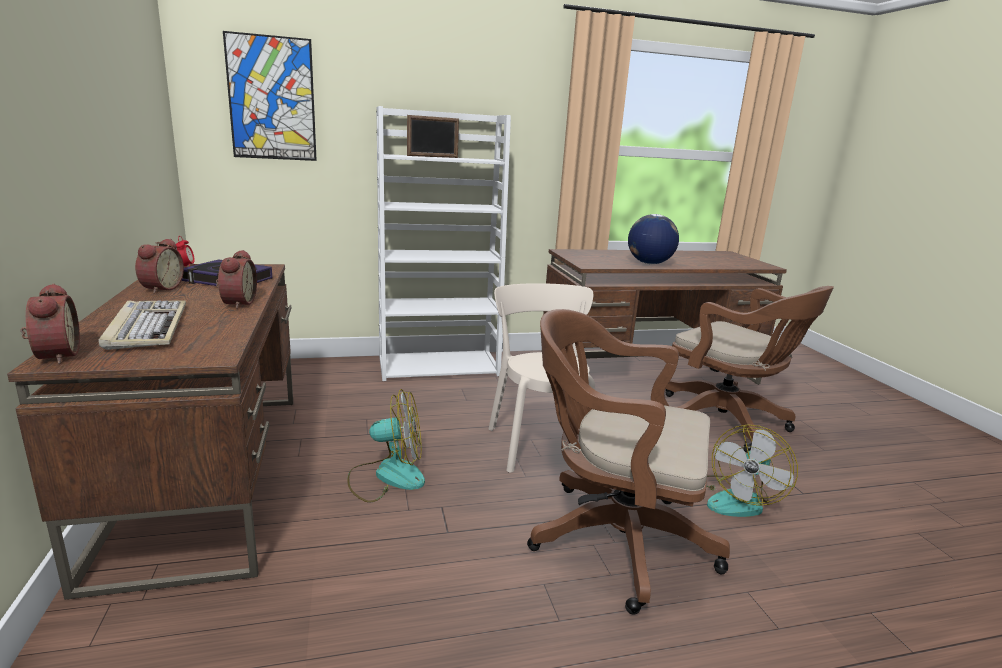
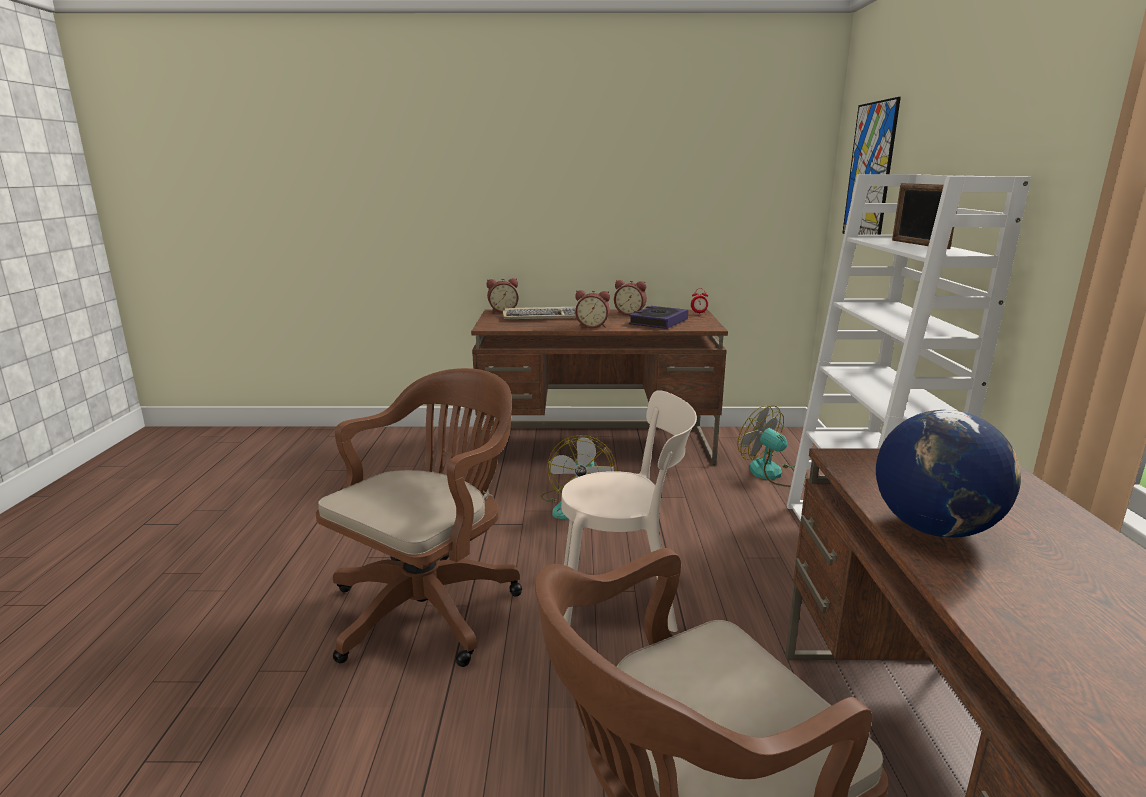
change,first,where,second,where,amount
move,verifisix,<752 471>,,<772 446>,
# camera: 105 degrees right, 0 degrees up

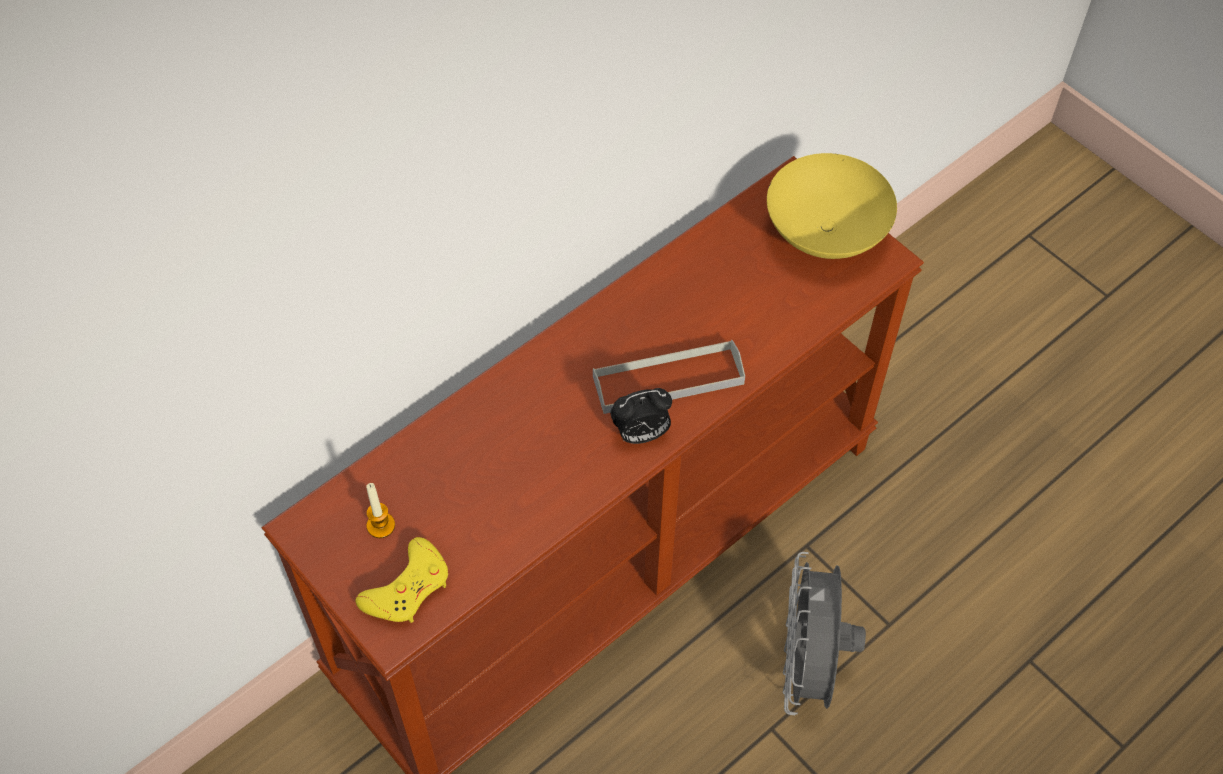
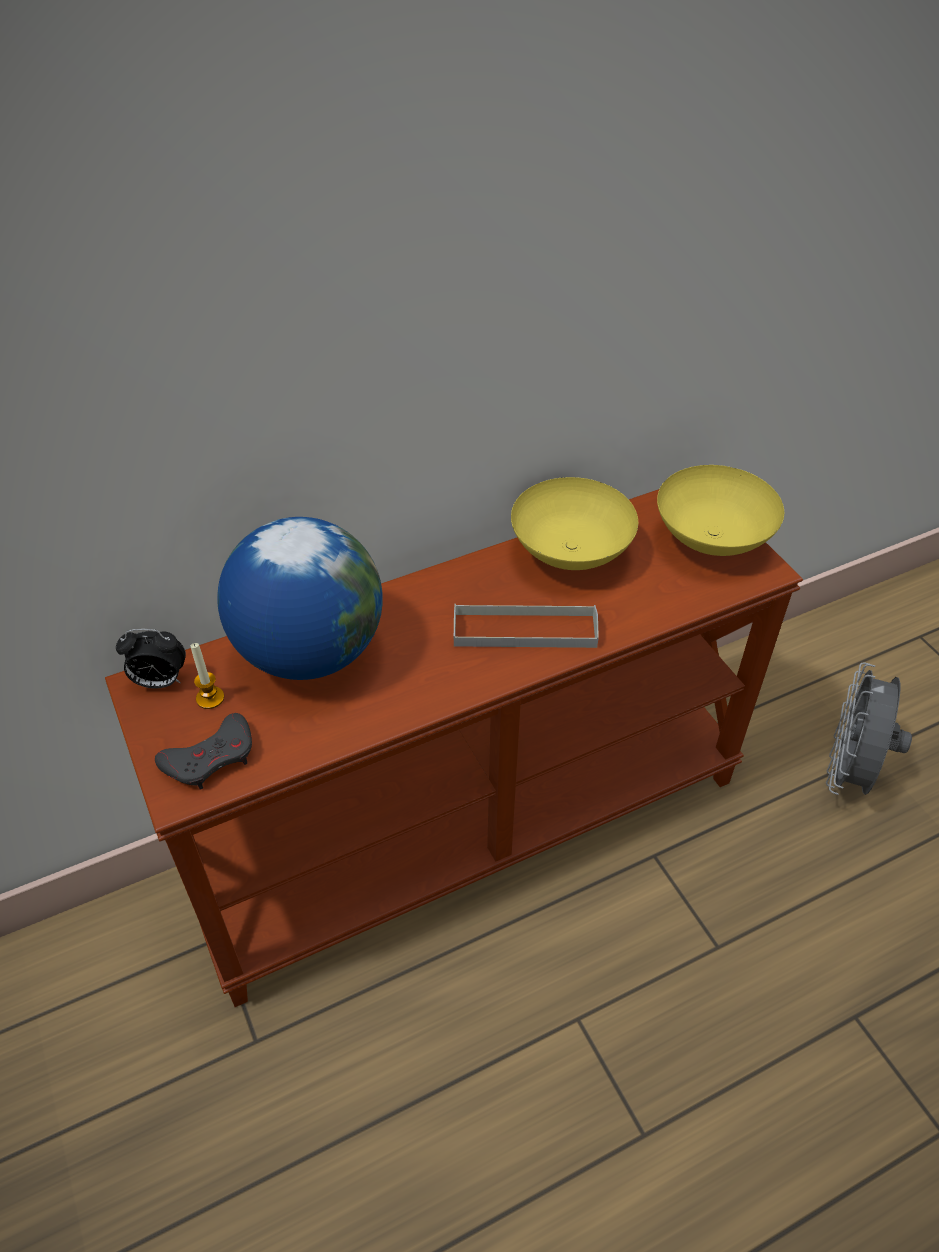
change,first,where,second,where,amount
recolor,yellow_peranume,<401 580>,grey_peranume,<203 751>,
move,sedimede,<641 416>,,<151 659>,
move,grey_verifisix,<824 633>,,<869 728>,
insert,,,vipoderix,<300 598>,
insert,,,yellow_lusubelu,<574 523>,
# camera: 15 degrees right, 10 degrees down

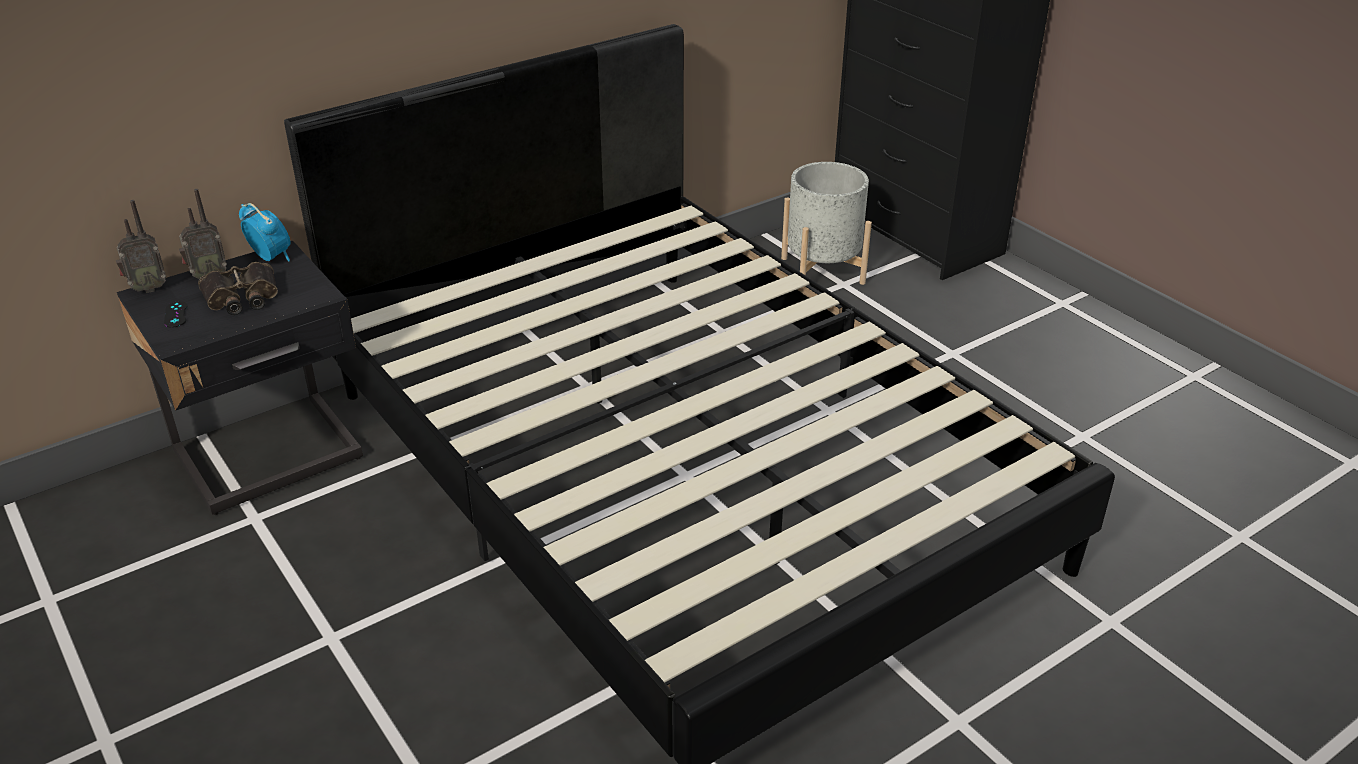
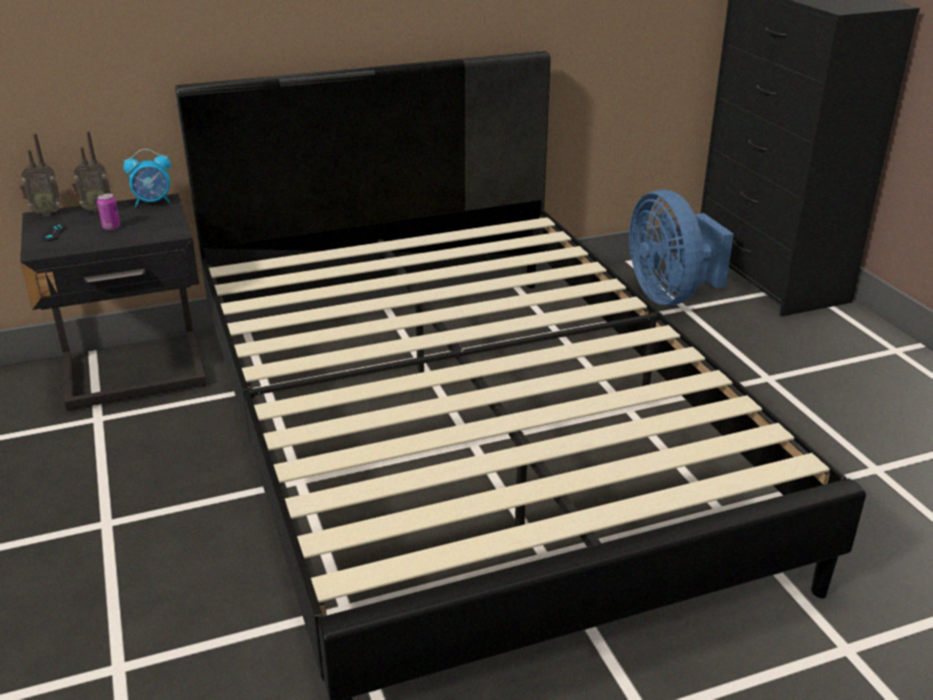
change,first,where,second,where,amount
replace,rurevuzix,<238 288>,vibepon,<108 212>,
rotate,sedimede,<264 232>,,<147 178>,105 degrees clockwise
replace,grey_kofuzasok,<826 223>,blue_verifisix,<681 247>,
# camera: 15 degrees right, 5 degrees down

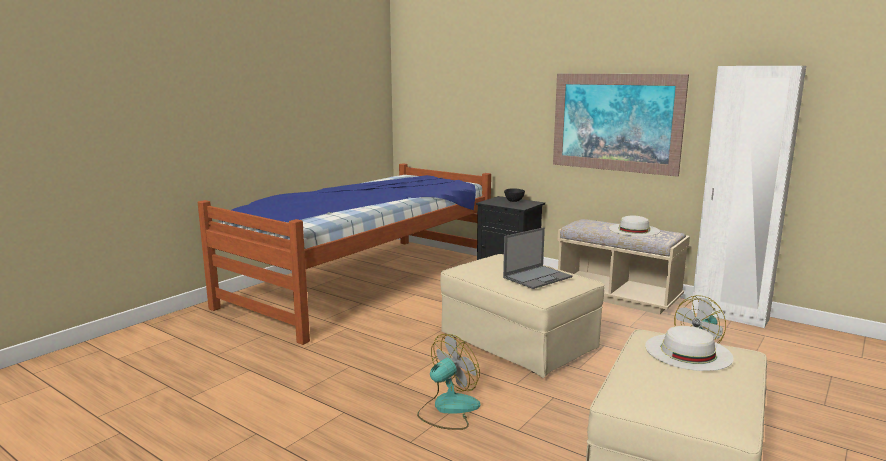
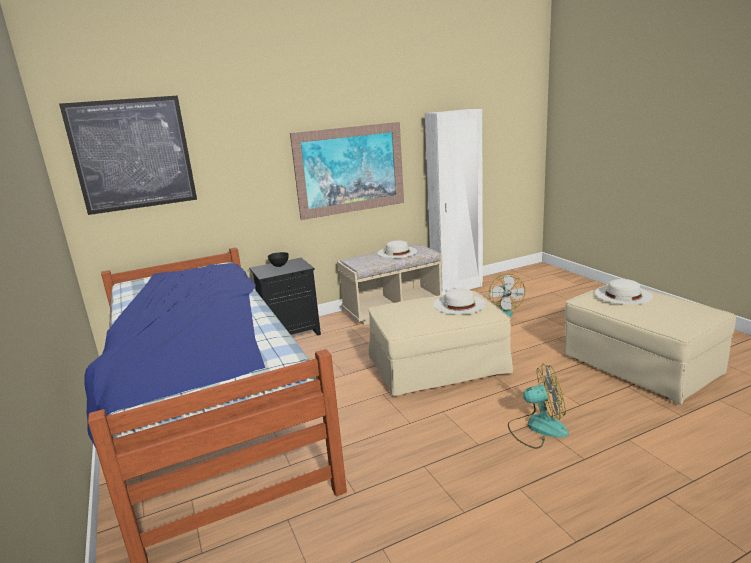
change,first,where,second,where,amount
rotate,verifisix,<448 382>,,<538 406>,105 degrees clockwise
replace,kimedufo,<537 258>,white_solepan,<459 301>,
insert,,,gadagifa,<128 155>,
# camera: 60 degrees left, 5 degrees up

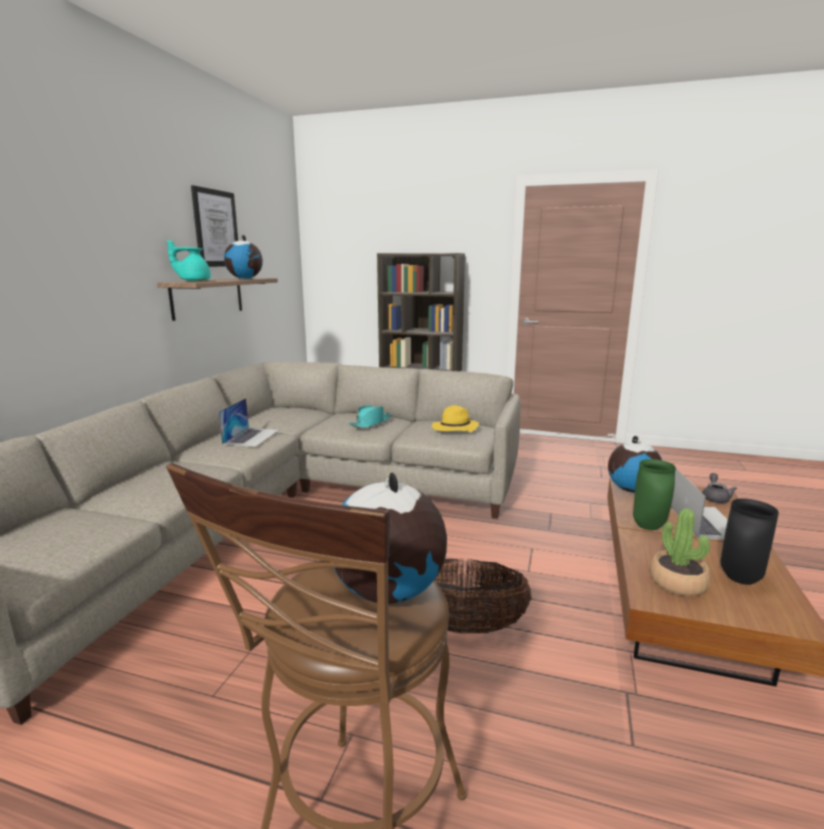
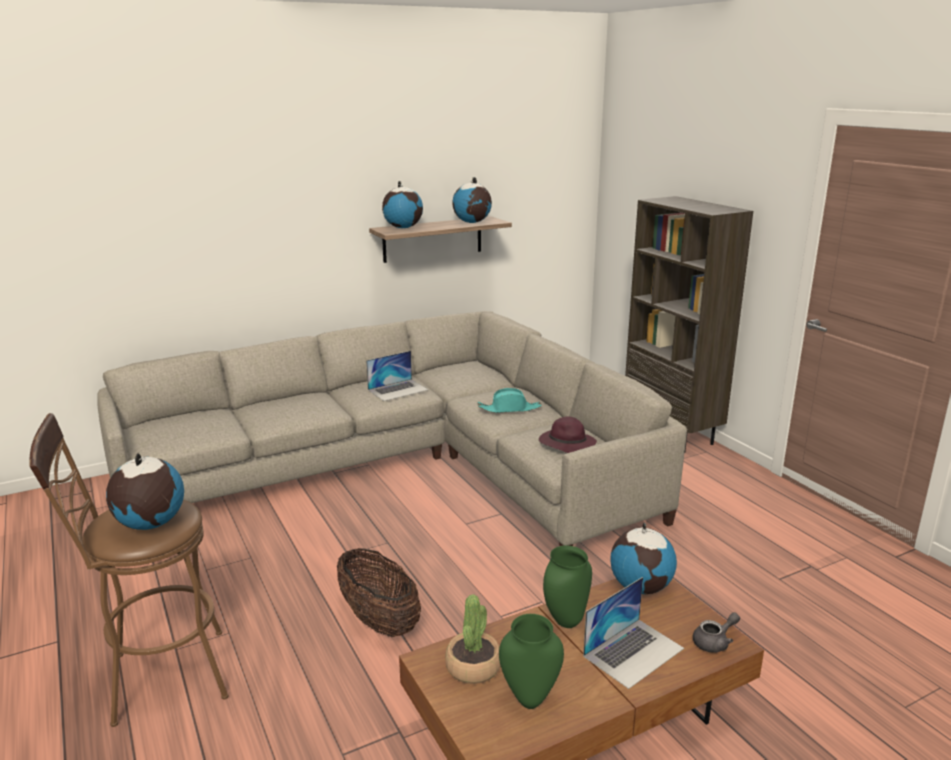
change,first,where,second,where,amount
replace,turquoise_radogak,<189 260>,vipoderix,<402 204>,
delete,gadagifa,<214 226>,,,
recolor,yellow_solepan,<455 418>,purple_solepan,<568 435>,
recolor,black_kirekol,<750 541>,green_kirekol,<531 661>,
# camera: 45 degrees right, 5 degrees up

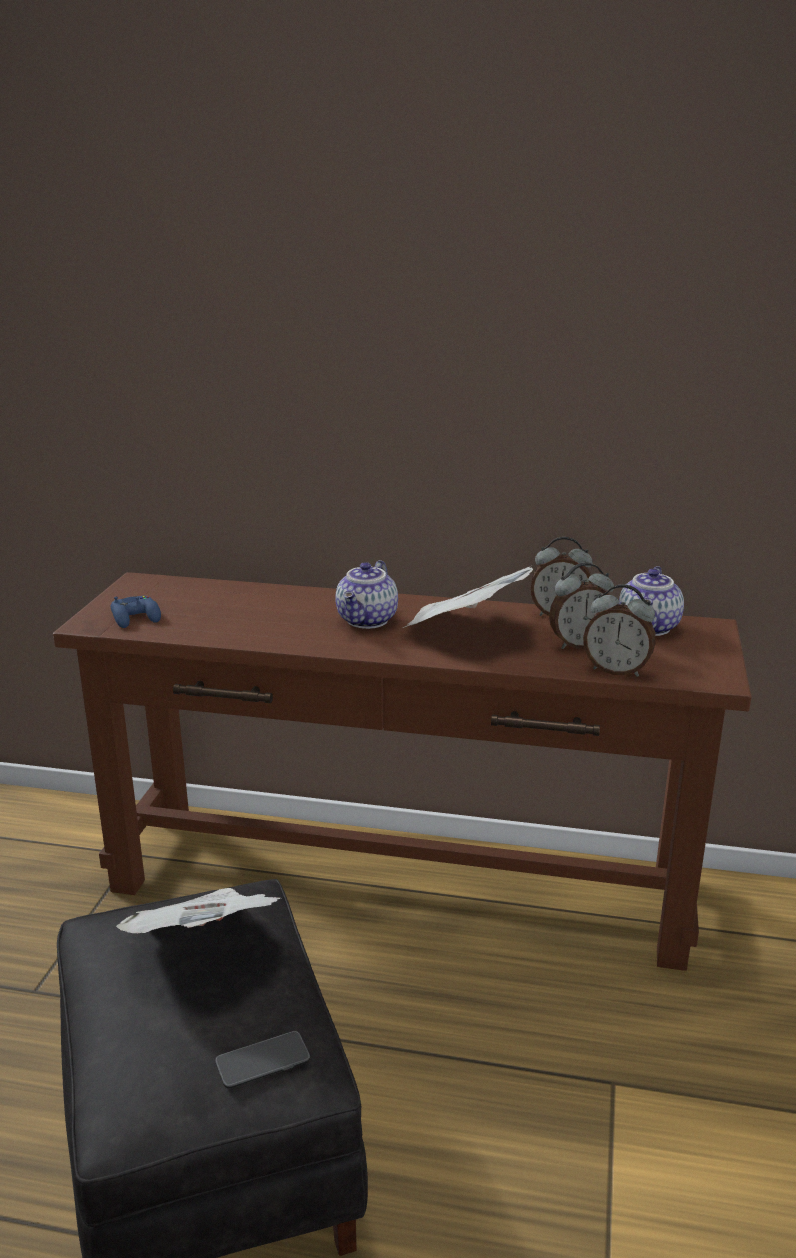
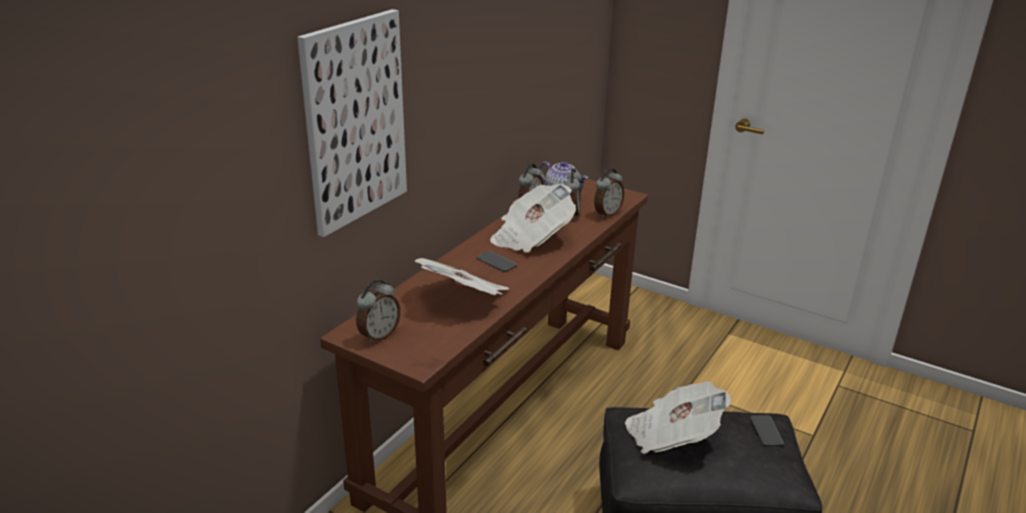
change,first,where,second,where,amount
delete,blue_peranume,<136 612>,,,
replace,radogak,<366 594>,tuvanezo,<497 261>,
insert,,,gadagifa,<352 123>,
insert,,,sedimede,<378 311>,
insert,,,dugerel,<462 276>,
# camera: 70 degrees left, 5 degrees up

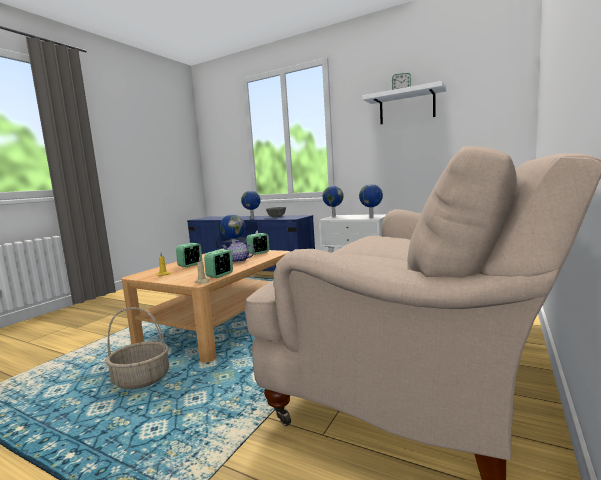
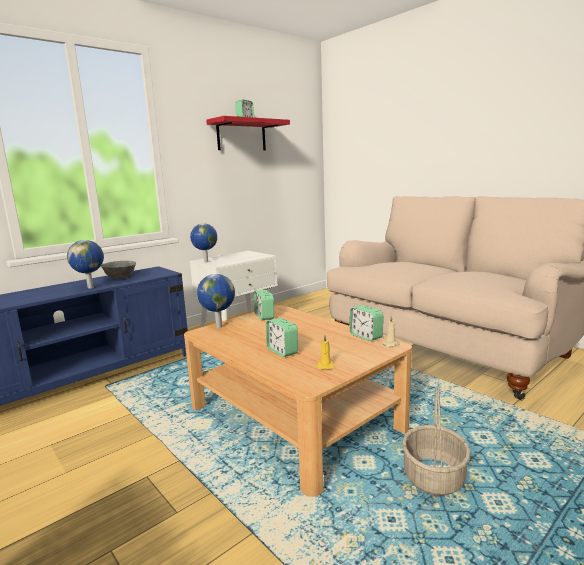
change,first,where,second,where,amount
delete,radogak,<238 251>,,,
delete,vipoderix,<371 201>,,,
recolor,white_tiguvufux,<404 102>,red_tiguvufux,<248 133>,
# camera: 70 degrees left, 5 degrees up

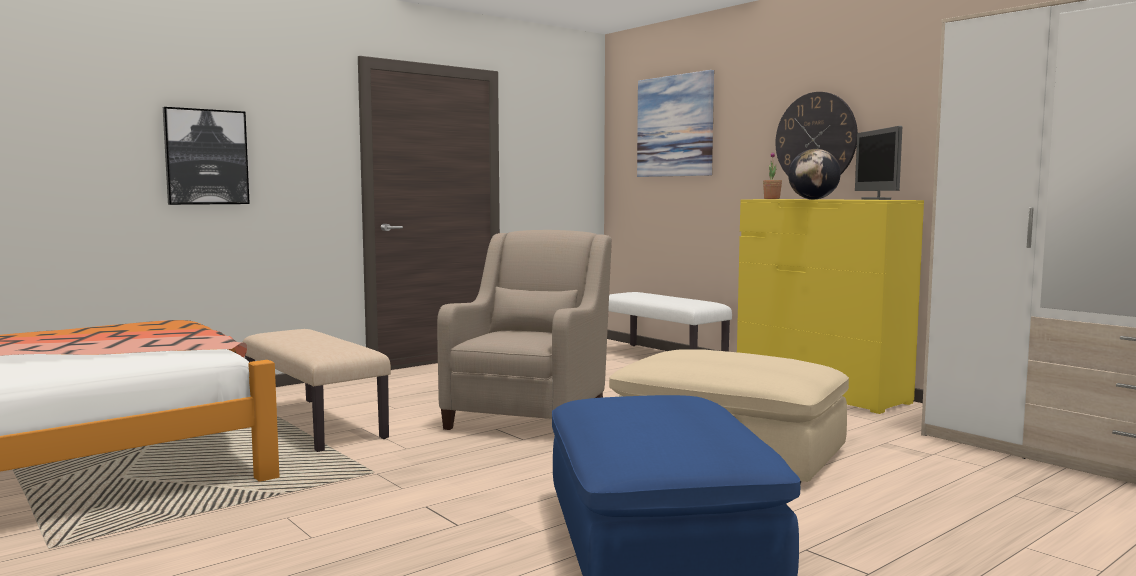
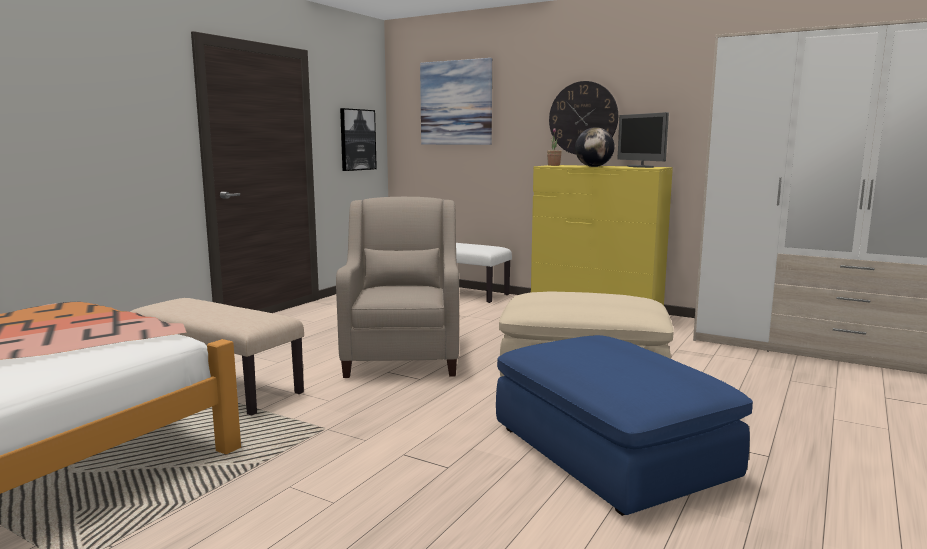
change,first,where,second,where,amount
move,gadagifa,<206 156>,,<358 139>,
# camera: 20 degrees left, 5 degrees up

